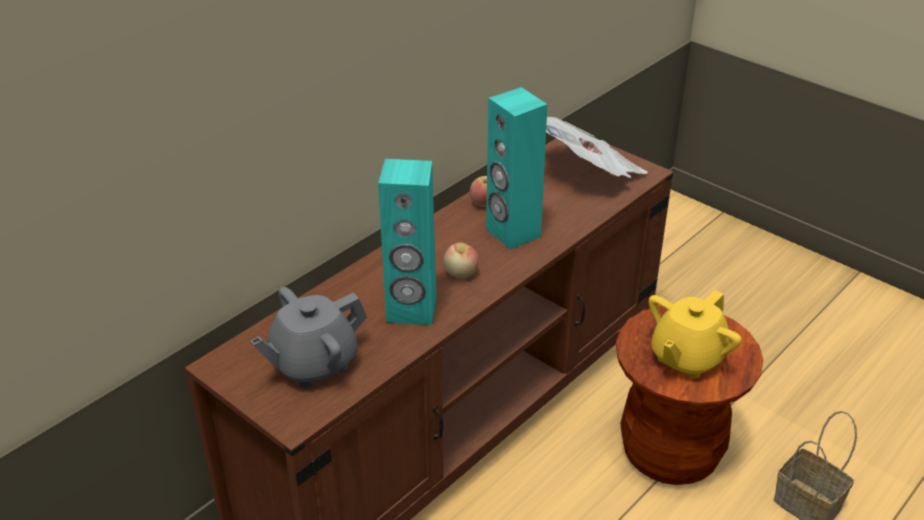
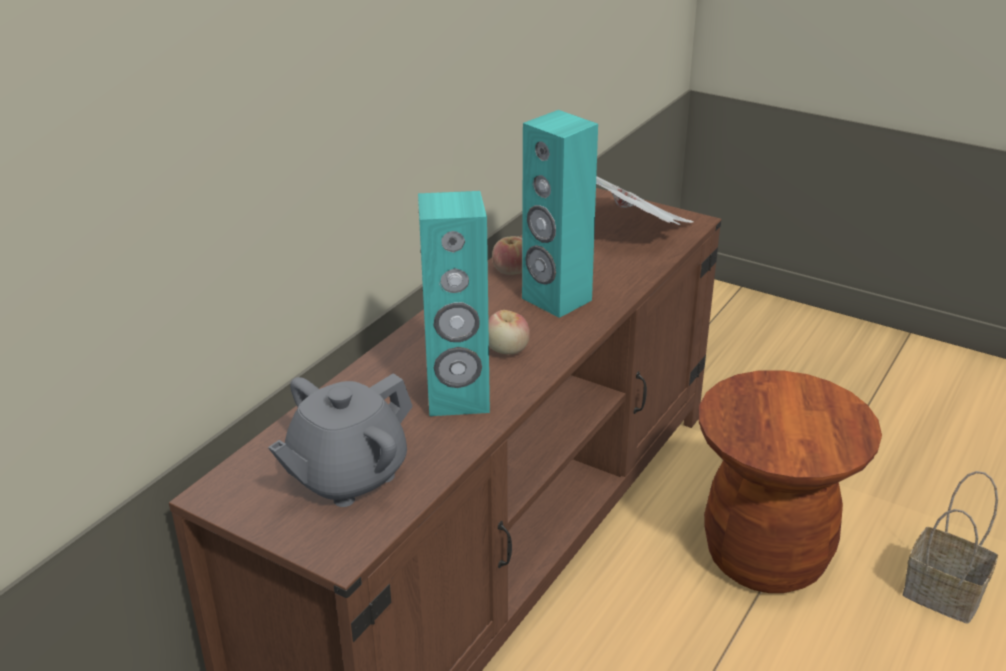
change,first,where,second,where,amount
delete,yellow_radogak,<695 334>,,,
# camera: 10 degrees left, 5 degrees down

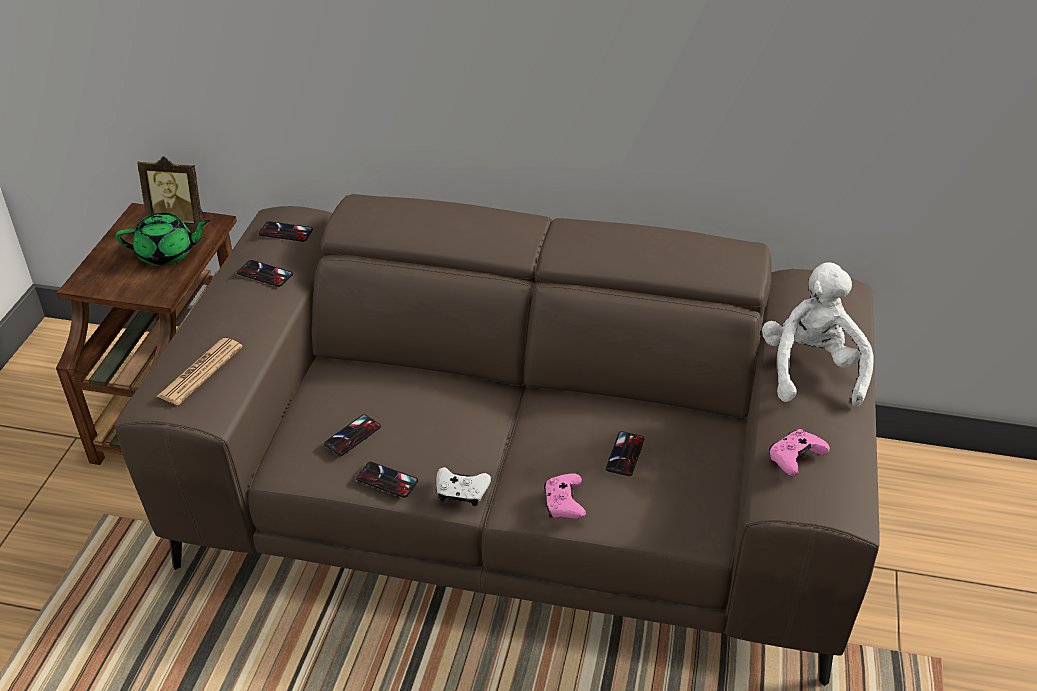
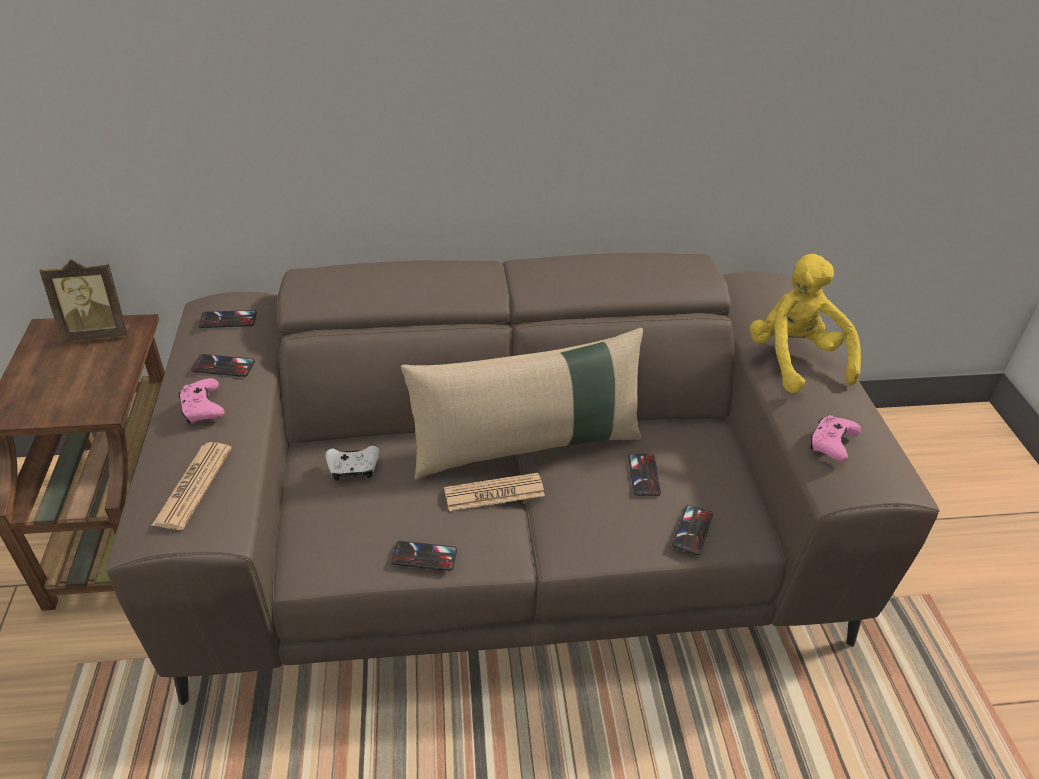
change,first,where,second,where,amount
delete,green_radogak,<163 239>,,,
move,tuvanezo,<352 435>,,<692 530>,
move,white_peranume,<463 486>,,<352 463>,
move,pink_peranume,<565 496>,,<202 401>,
recolor,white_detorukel,<817 335>,yellow_detorukel,<805 323>,
insert,,,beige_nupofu,<522 404>,
insert,,,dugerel,<494 492>,
# camera: 20 degrees left, 0 degrees up

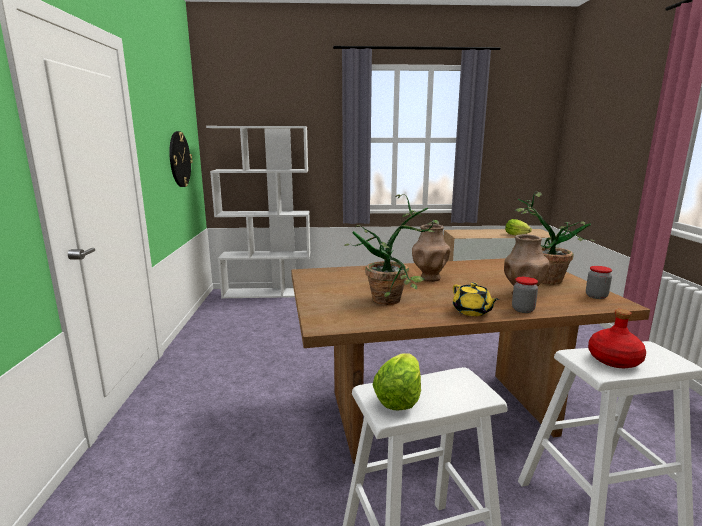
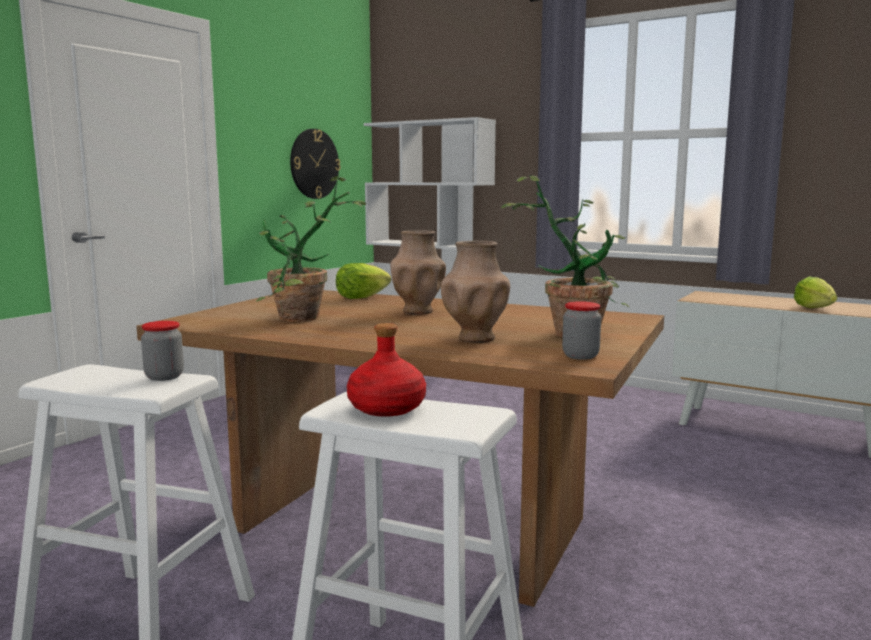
change,first,where,second,where,amount
move,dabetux,<397 381>,,<363 281>,
delete,yellow_radogak,<476 299>,,,
move,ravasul,<525 295>,,<162 351>,
# camera: 35 degrees right, 5 degrees down

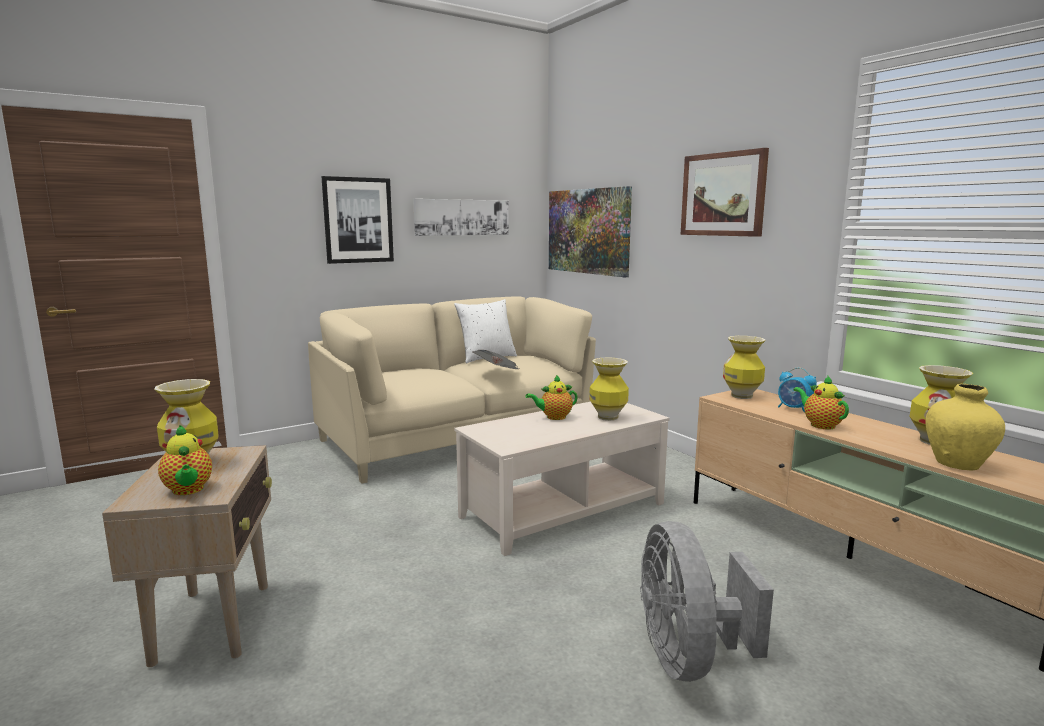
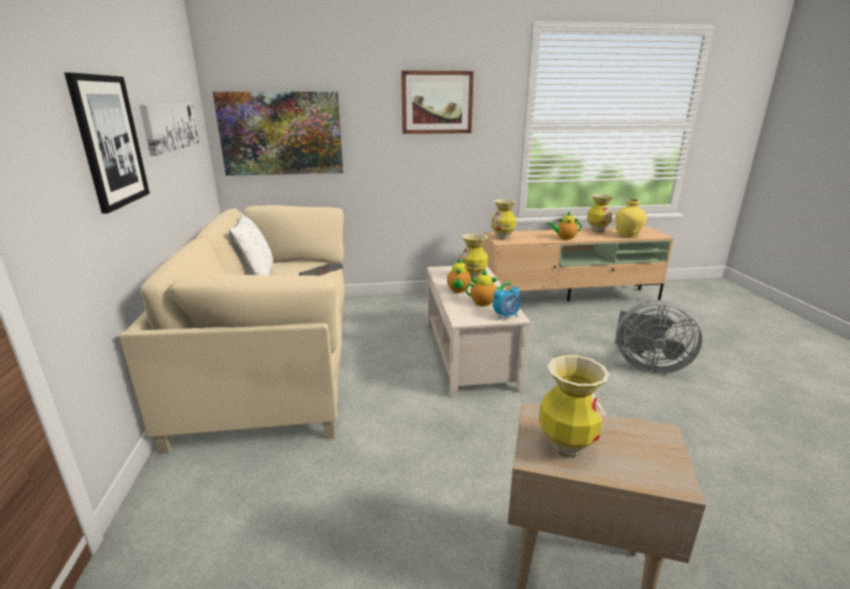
change,first,where,second,where,amount
move,radogak,<185 460>,,<488 288>,
move,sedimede,<797 390>,,<507 301>,
# camera: 65 degrees left, 10 degrees up

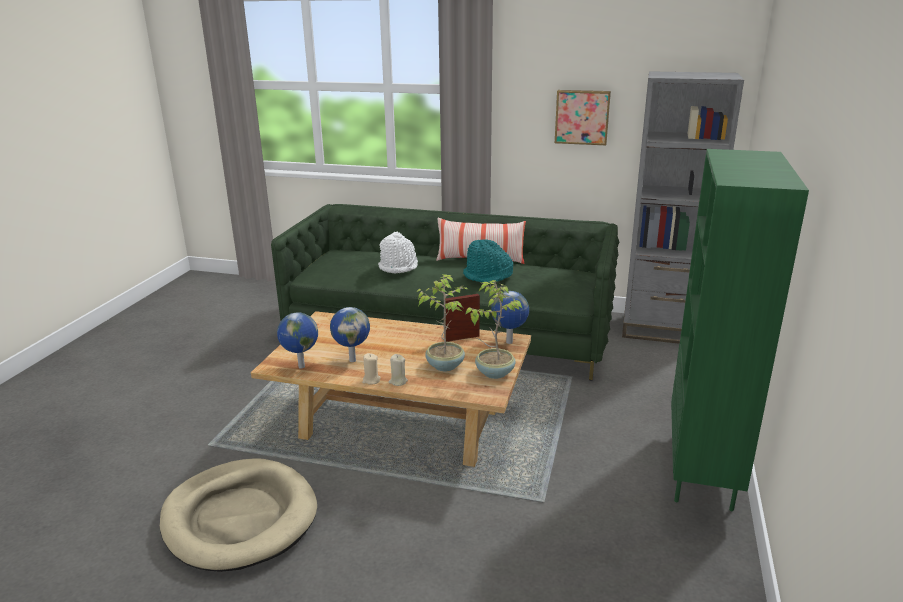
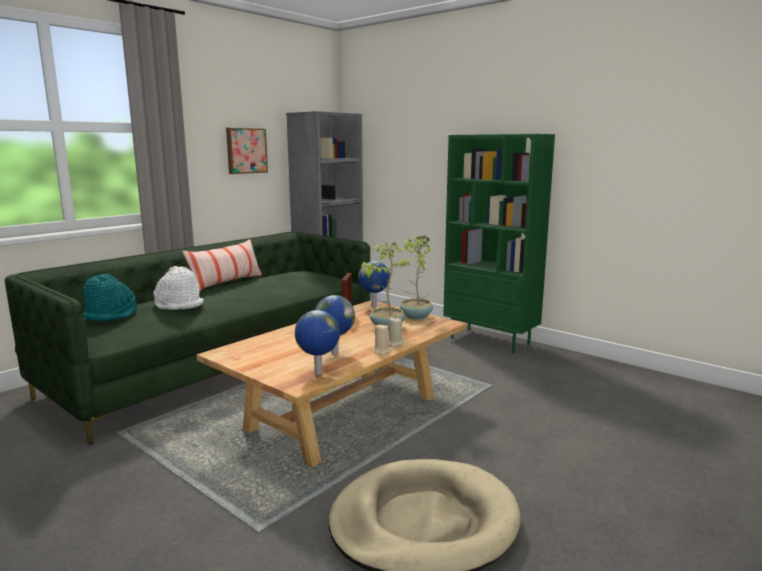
change,first,where,second,where,amount
move,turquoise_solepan,<488 261>,,<109 298>,
# camera: 65 degrees left, 10 degrees down

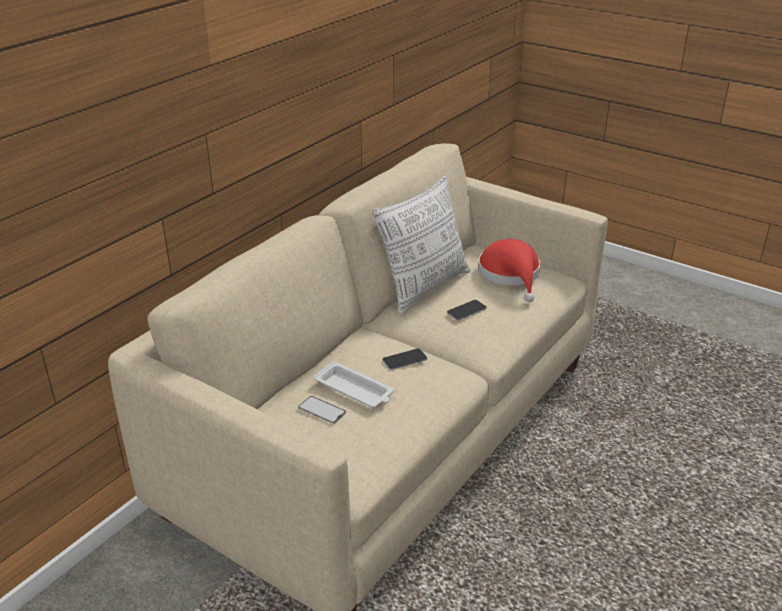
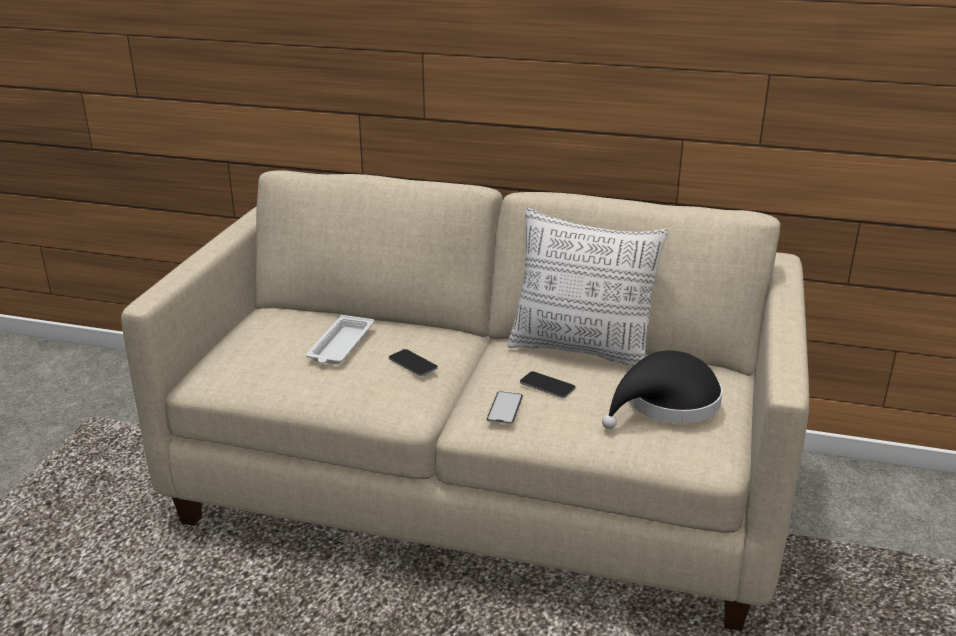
change,first,where,second,where,amount
move,tuvanezo,<322 410>,,<504 407>,
recolor,red_solepan,<509 270>,black_solepan,<662 389>,
# camera: 70 degrees right, 5 degrees down

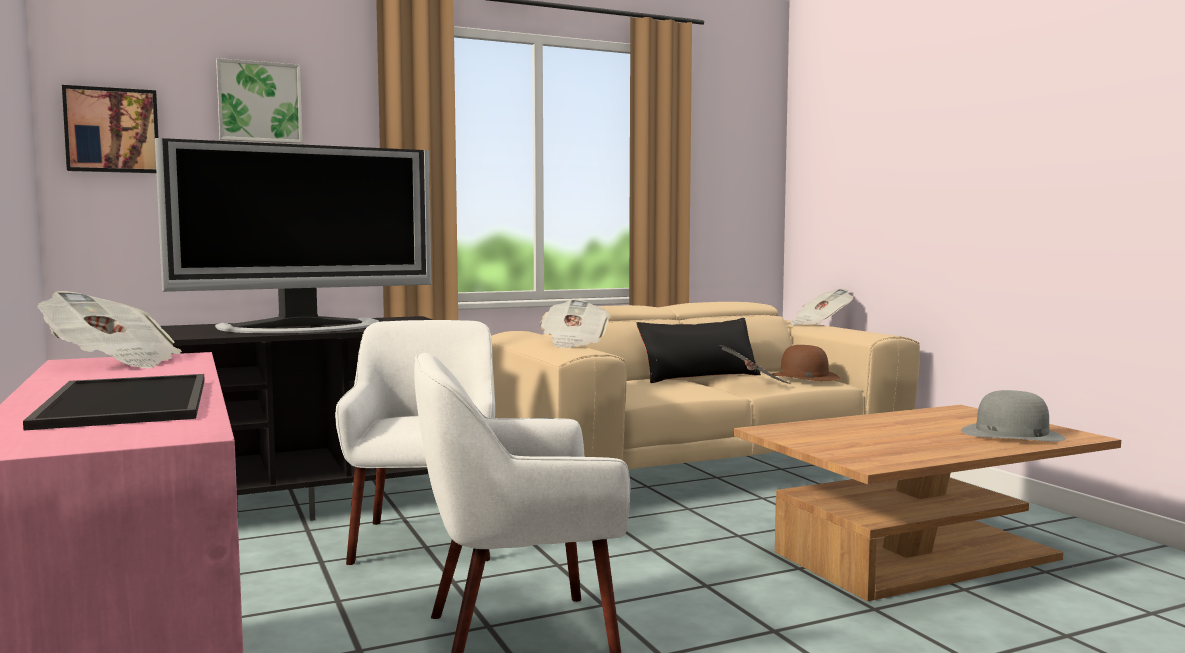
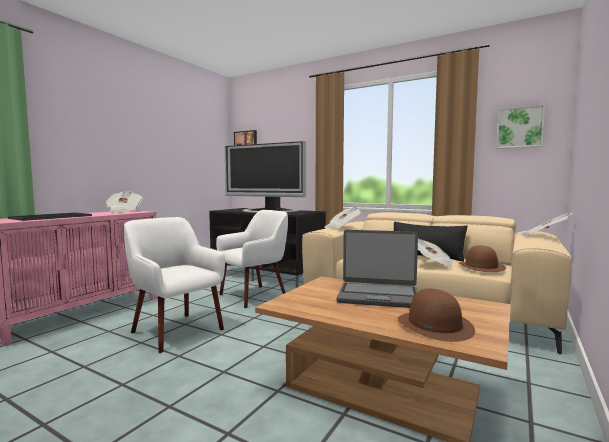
change,first,where,second,where,amount
move,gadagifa,<259 101>,,<521 127>,
recolor,grey_solepan,<1013 416>,brown_solepan,<436 315>,
insert,,,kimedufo,<377 269>,
# camera: 55 degrees right, 0 degrees up

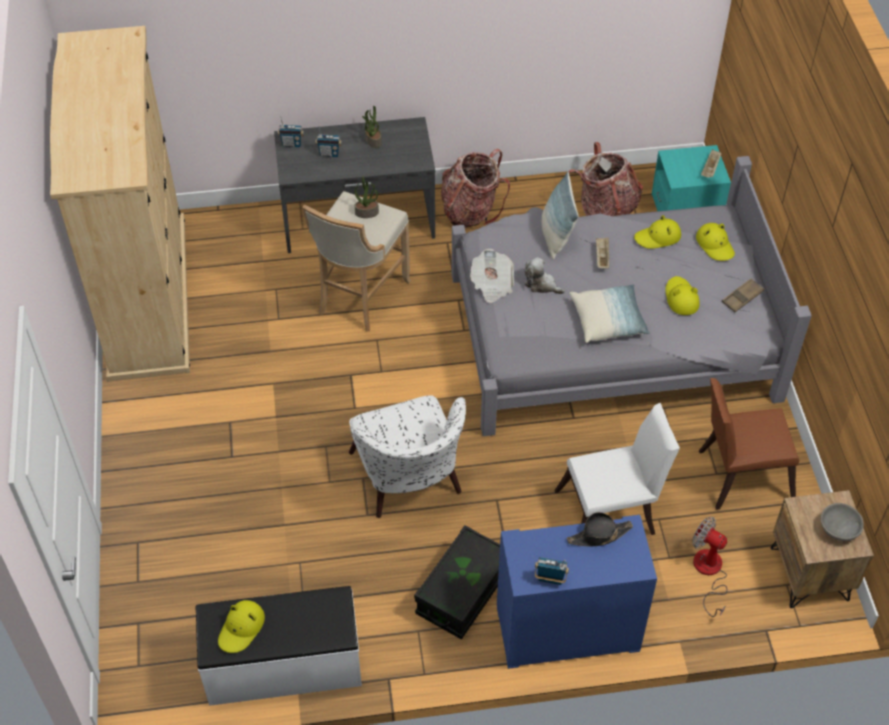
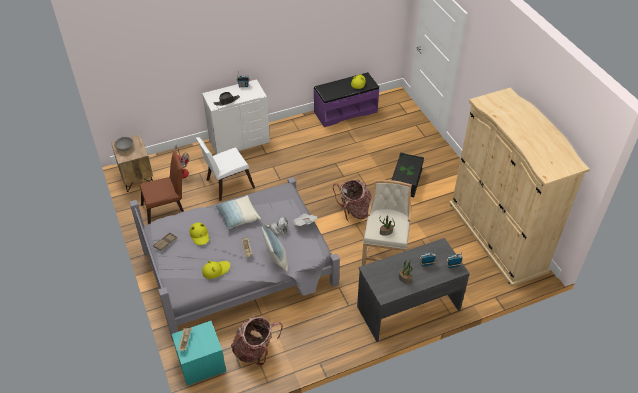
change,first,where,second,where,amount
recolor,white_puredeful,<278 646>,purple_puredeful,<347 99>,
delete,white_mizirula,<407 457>,,,
move,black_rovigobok,<457 582>,,<407 174>,
move,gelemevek,<475 188>,,<352 200>,
recolor,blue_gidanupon,<577 592>,white_gidanupon,<236 116>,
delete,yellow_solepan,<715 242>,,,
# camera: 165 degrees right, 5 degrees down

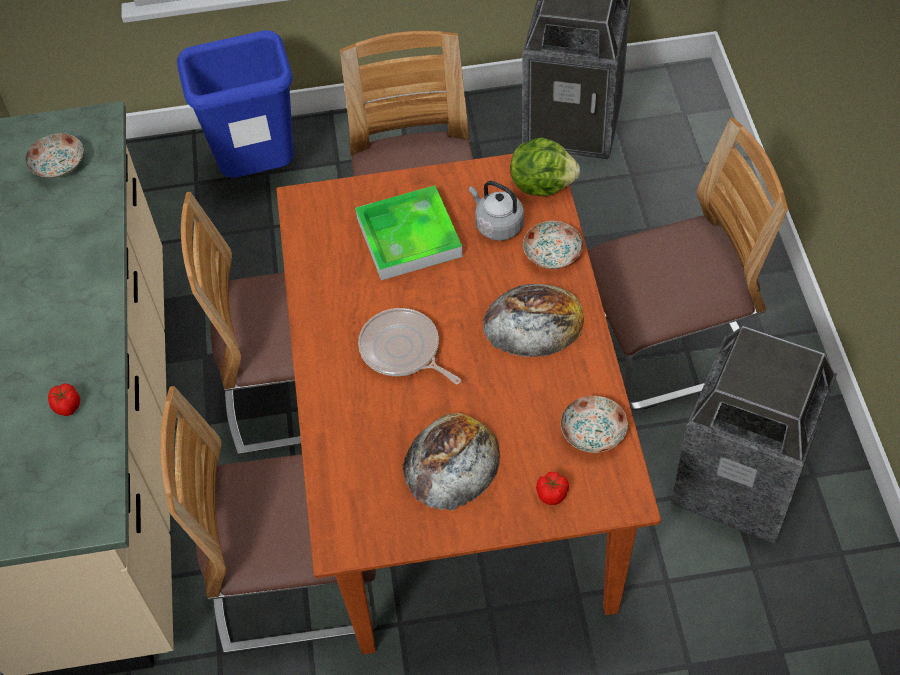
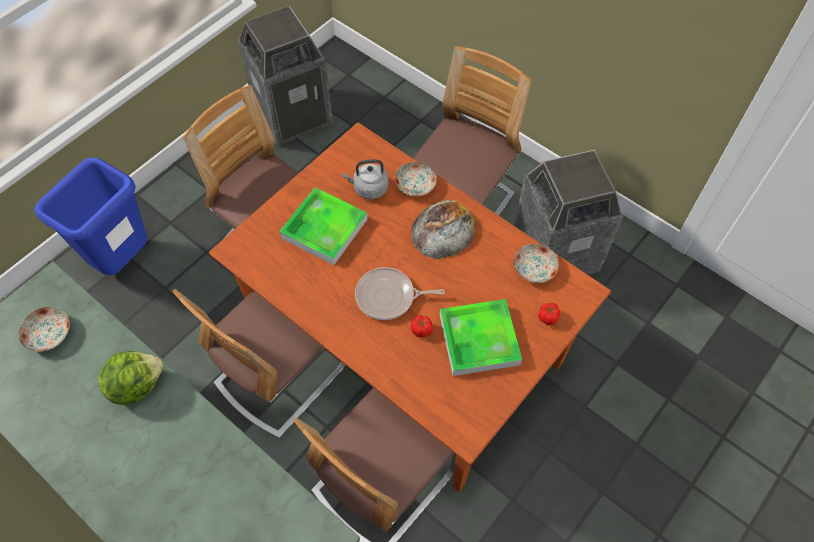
change,first,where,second,where,amount
move,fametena,<64 400>,,<422 326>,
replace,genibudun,<451 461>,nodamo,<481 337>,
move,dabetux,<545 167>,,<130 378>,
# camera: 45 degrees left, 5 degrees up

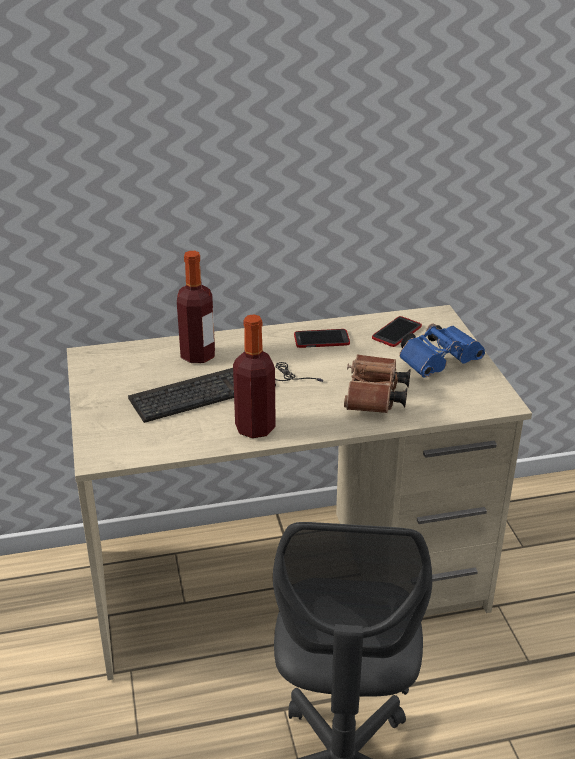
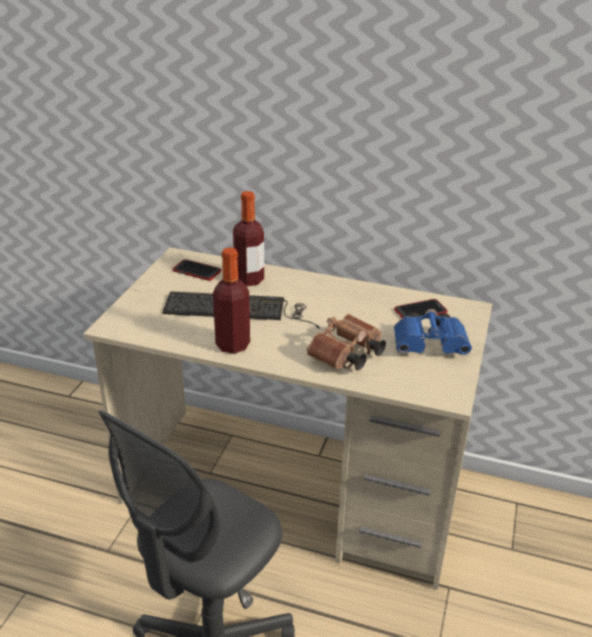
change,first,where,second,where,amount
move,tuvanezo,<322 338>,,<197 270>,
# camera: 30 degrees right, 0 degrees up

